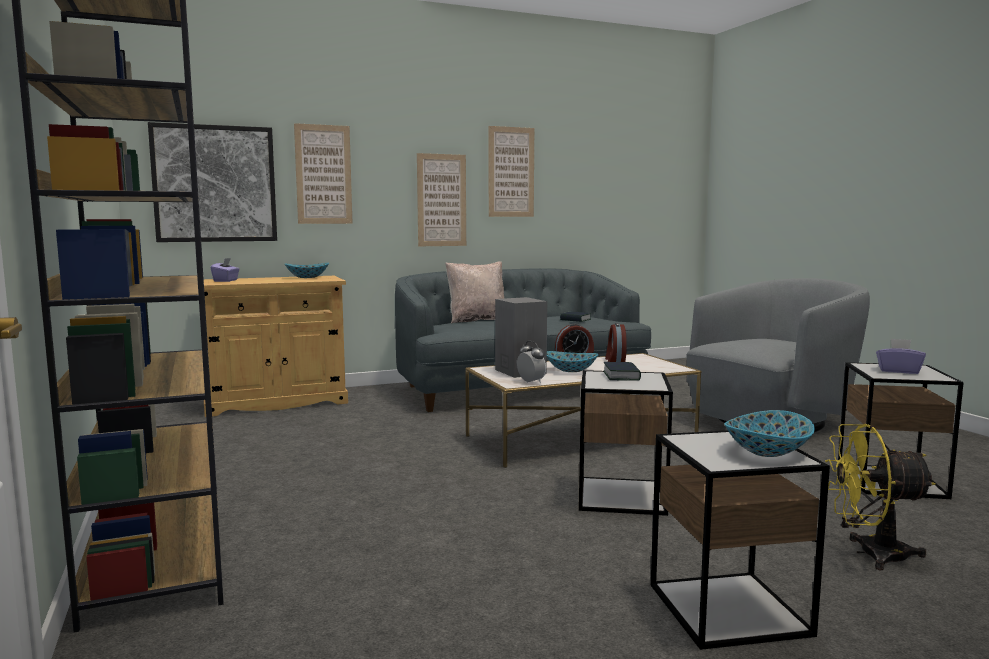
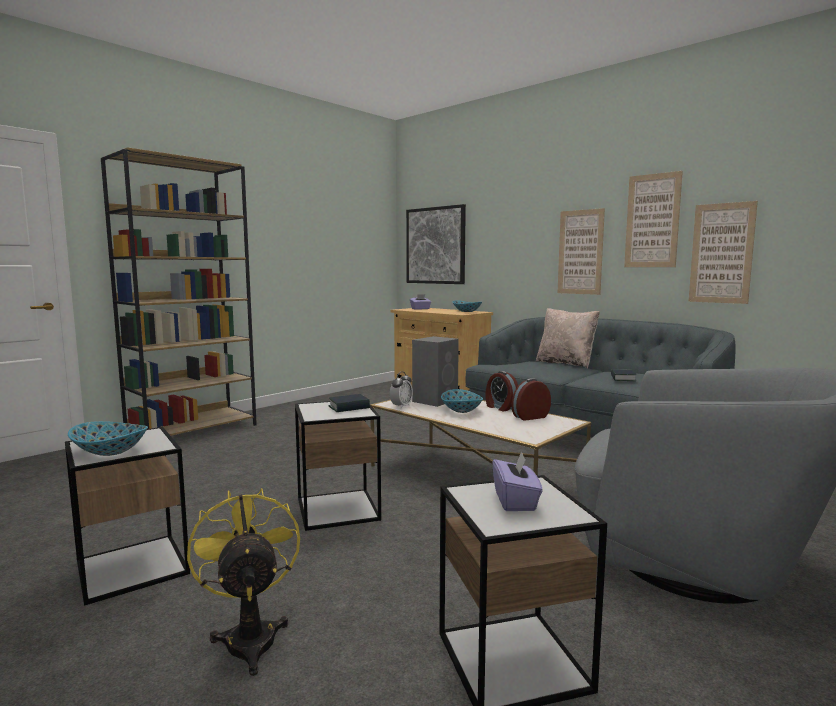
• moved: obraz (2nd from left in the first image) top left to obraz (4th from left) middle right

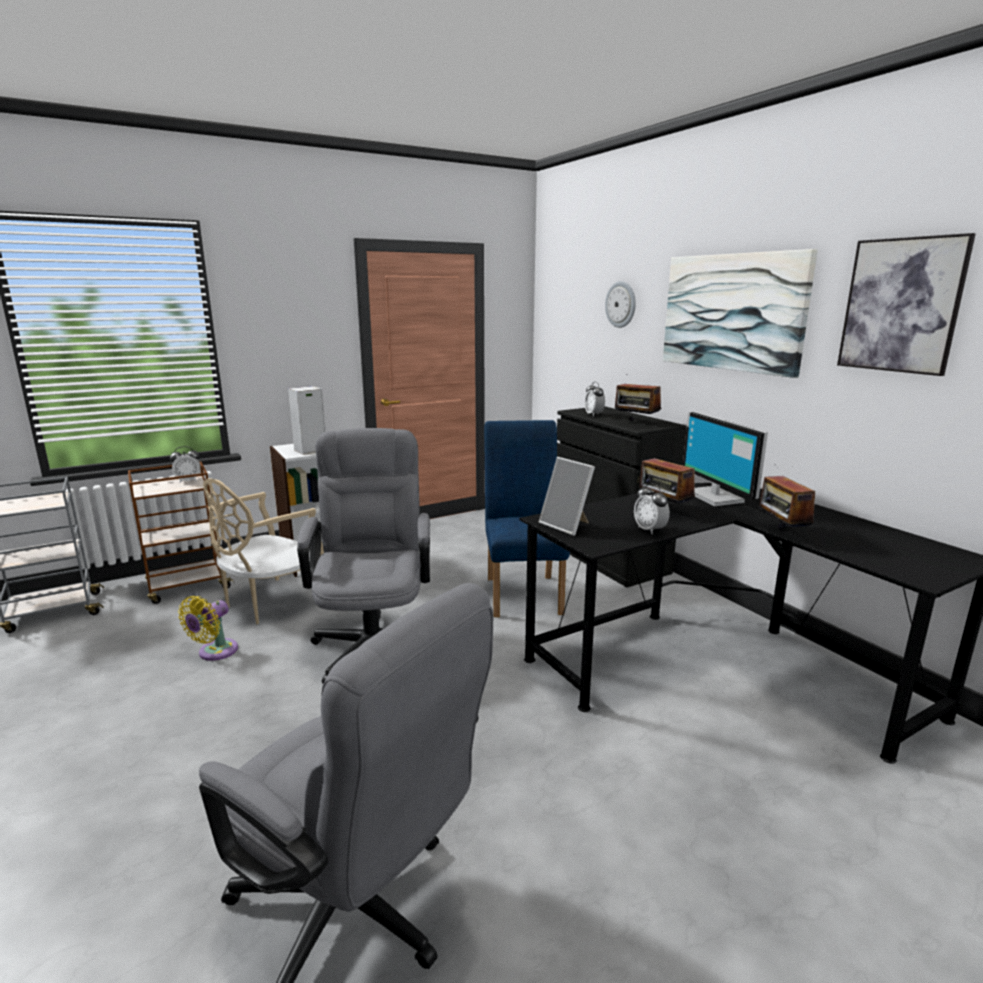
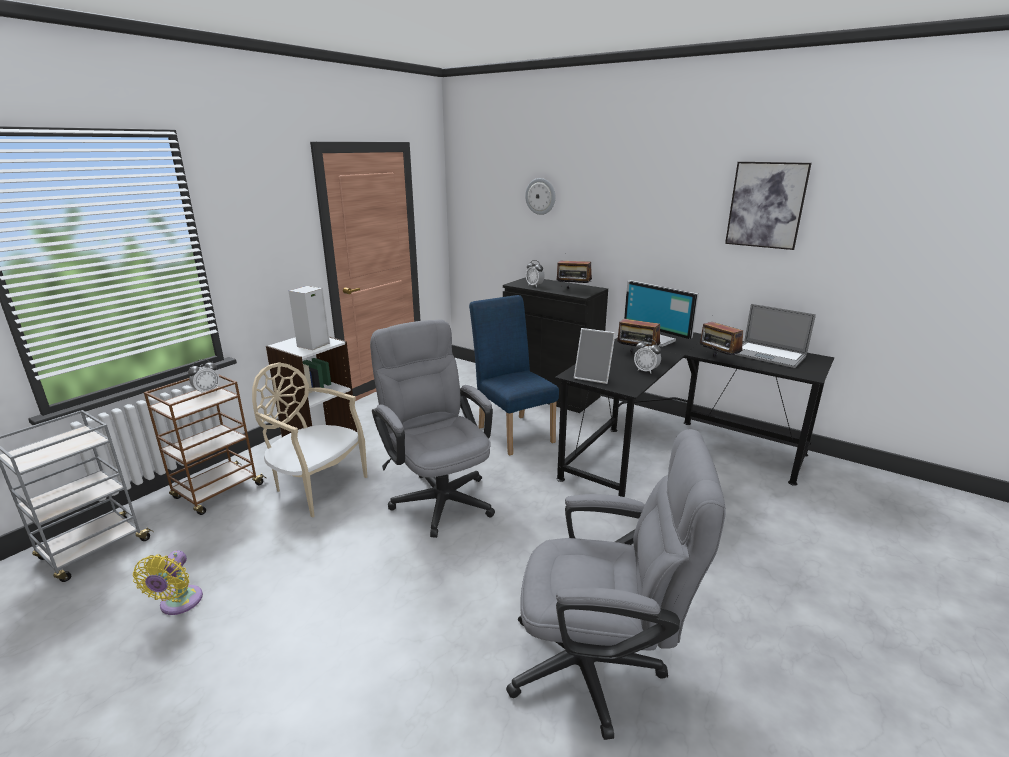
• removed: obraz (1st from left) top right
• turned: krzesło (beżowy) middle left = middle left 105 degrees clockwise
• moved: wentylator (żółty) middle left to bottom left
• added: laptop middle right

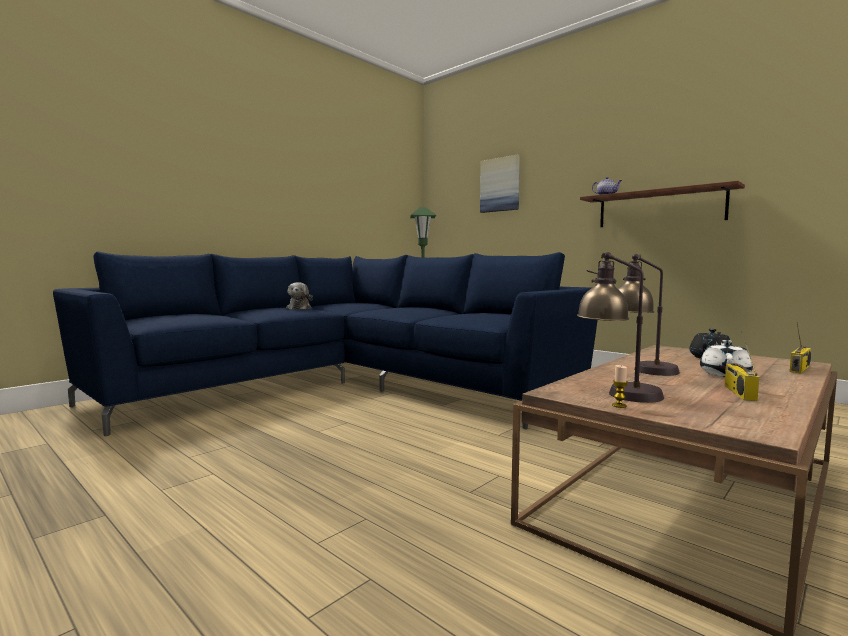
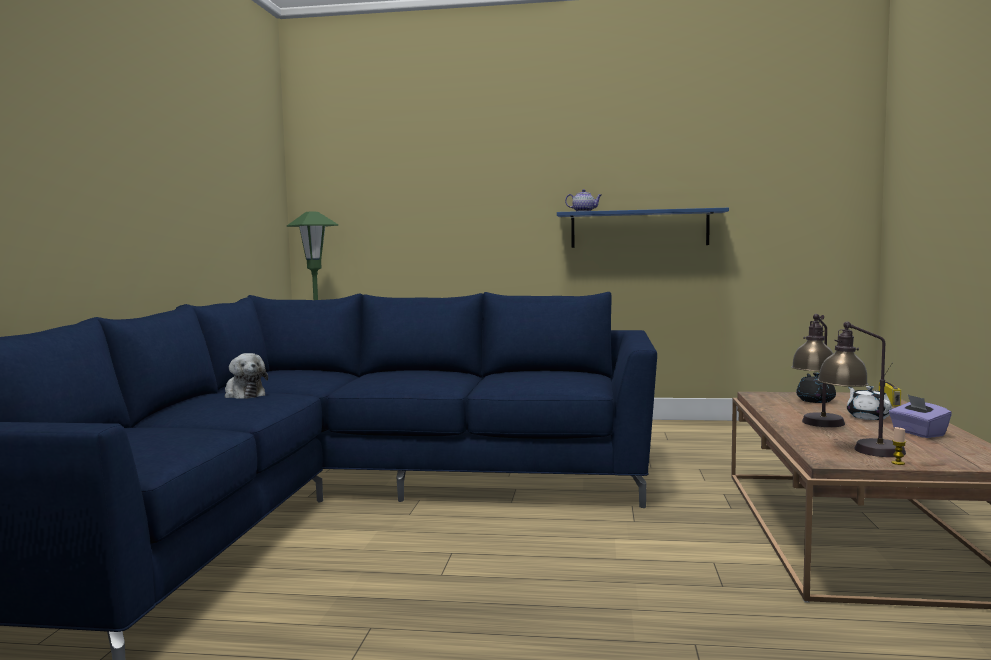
• removed: obraz top centre
• recoloured: półka (brązowy) top right to półka (niebieski) centre
• replaced: radio (1st from left) middle right to pudełko chusteczek (fioletowy) middle right

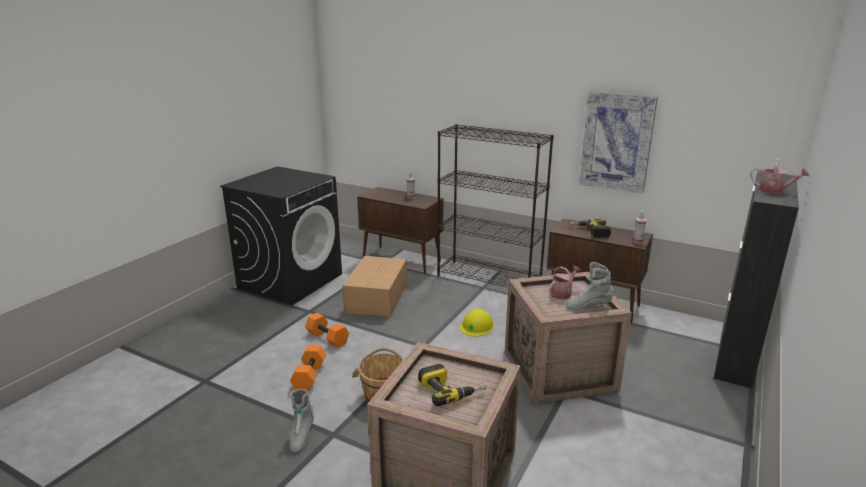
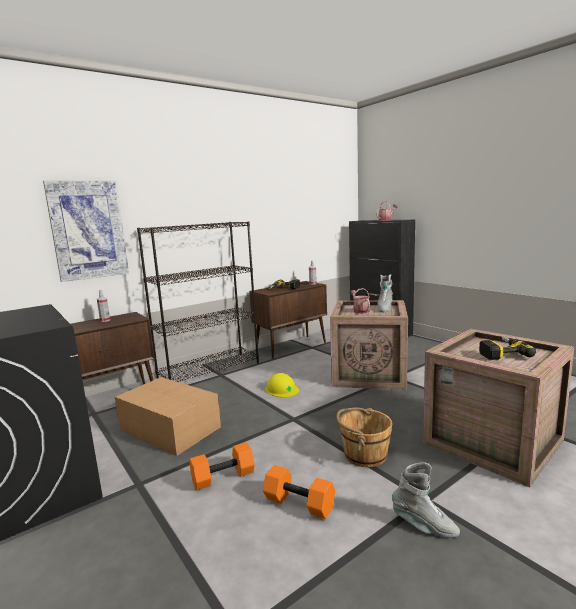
• moved: obraz top right to middle left

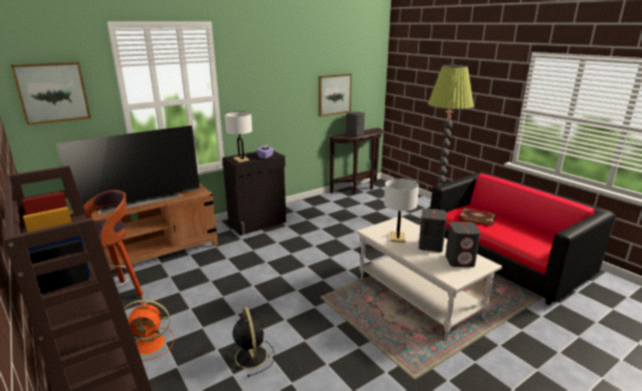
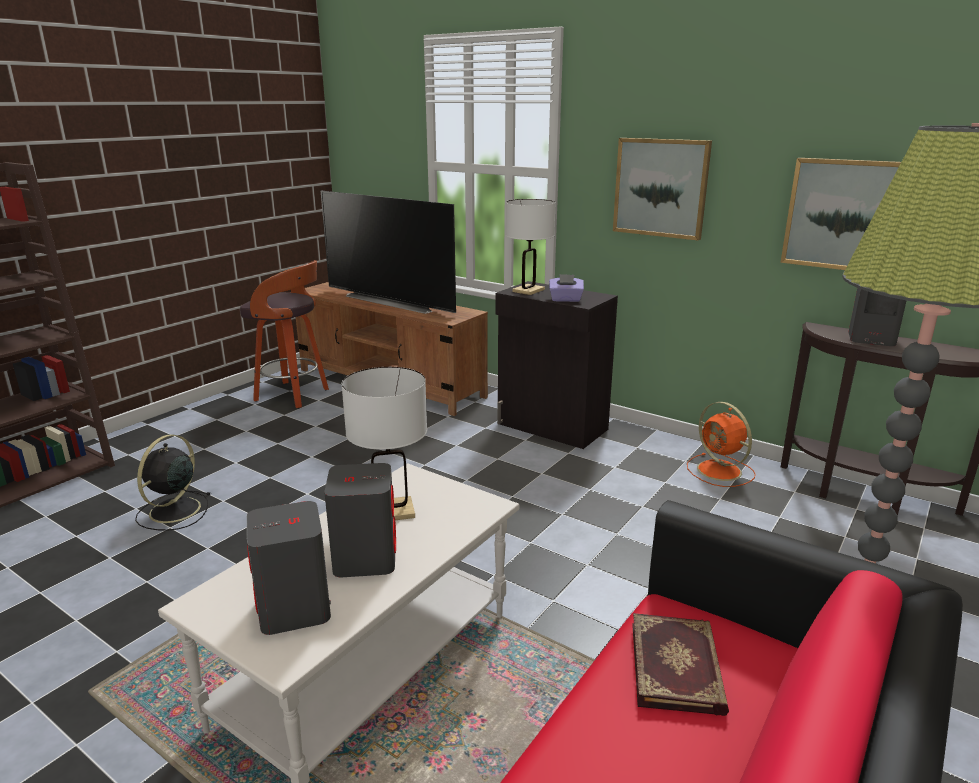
• moved: obraz (1st from left) top left to top right
• moved: wentylator (pomarańczowy) bottom left to middle right
• turned: wentylator (czarny) bottom centre = middle left 150 degrees clockwise

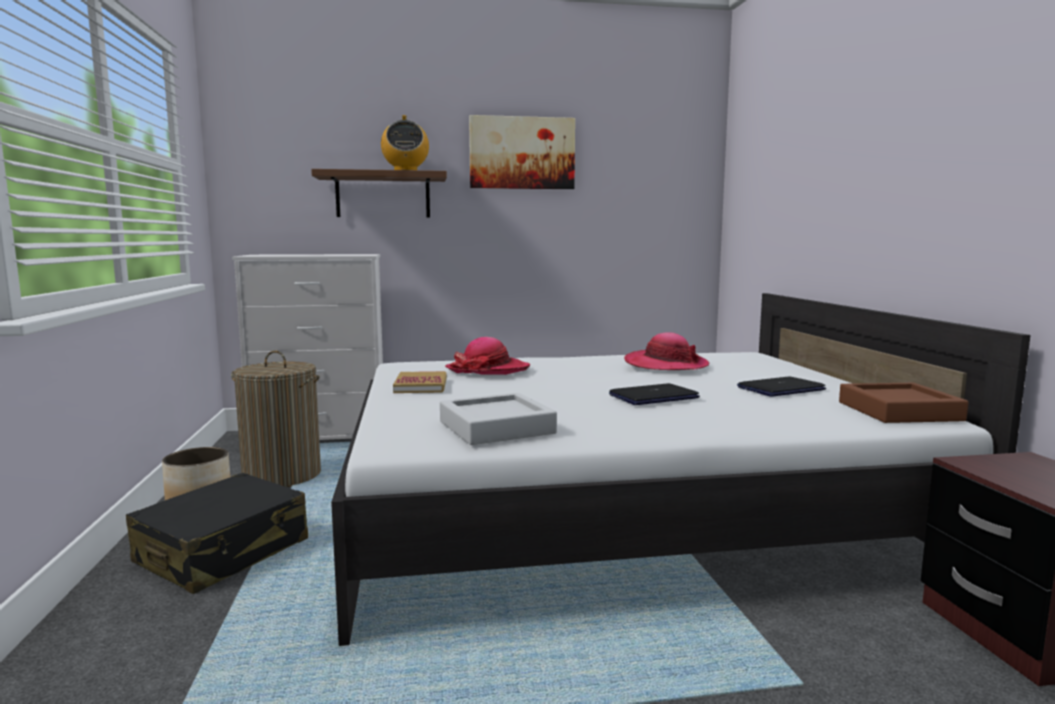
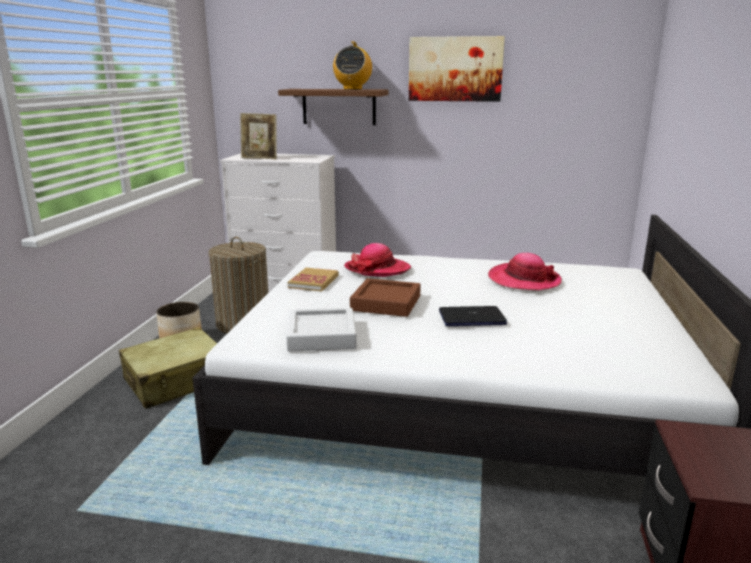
• removed: laptop (2nd from left) middle right
• moved: taca (brązowy) middle right to centre
• recoloured: walizka (czarny) bottom left to walizka (beżowy) middle left
• added: ramka na zdjęcie top centre

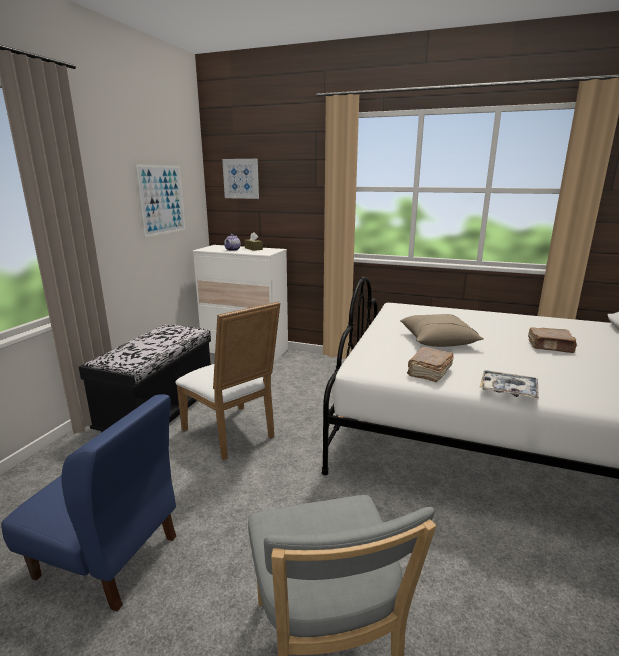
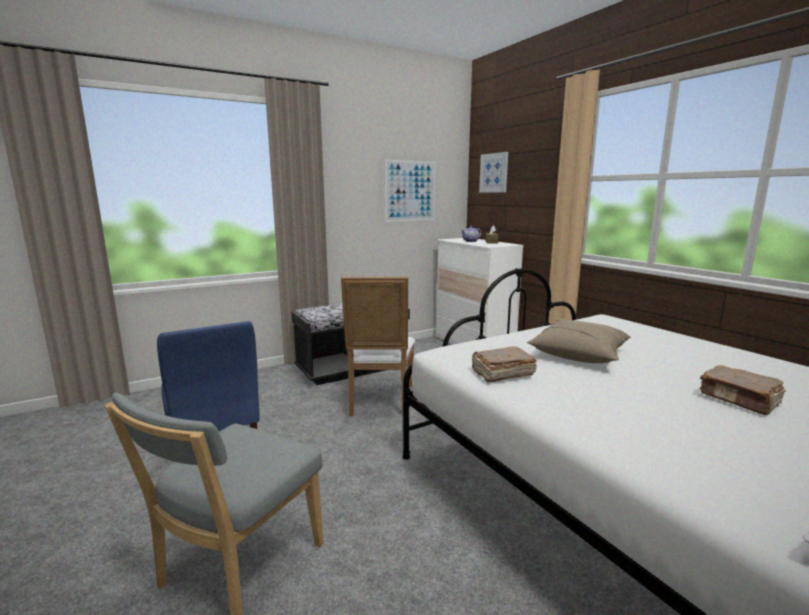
• removed: taca middle right

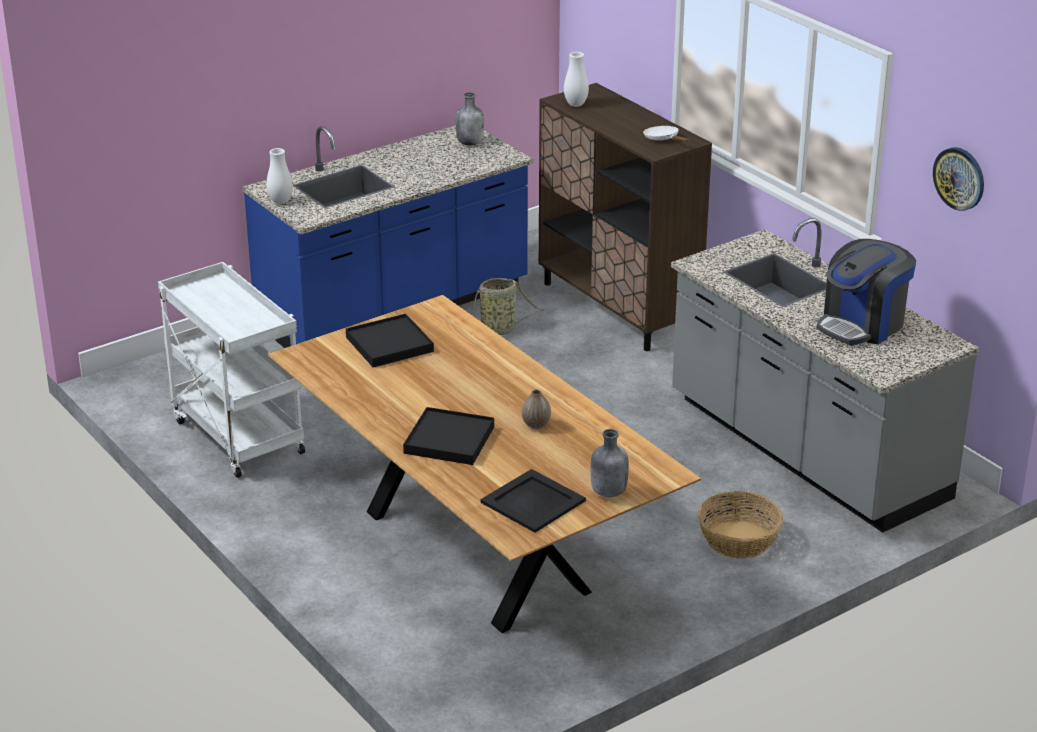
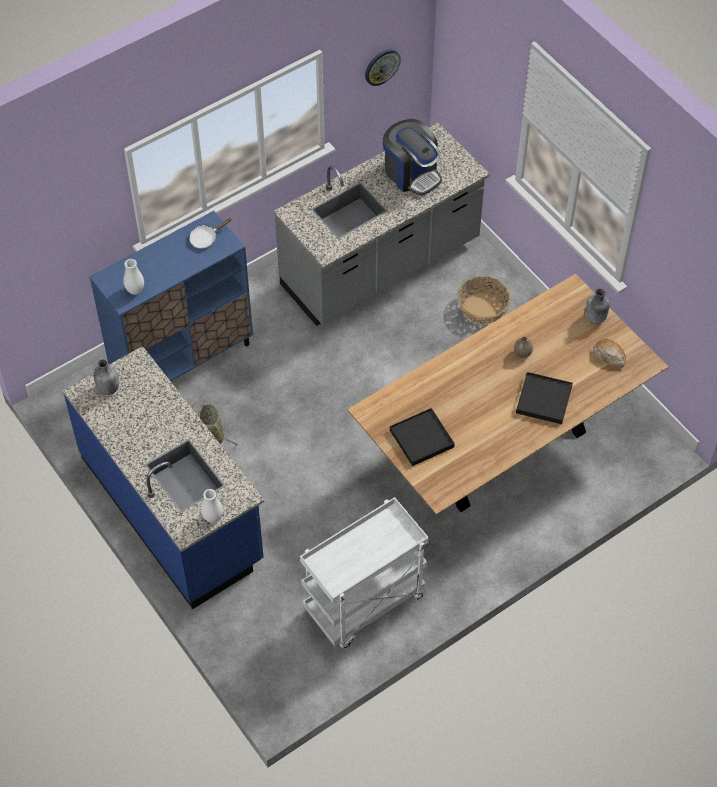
• recoloured: szafka (brązowy) top centre to szafka (niebieski) middle left
• replaced: taca (czarny) (3rd from left) bottom centre to chleb middle right

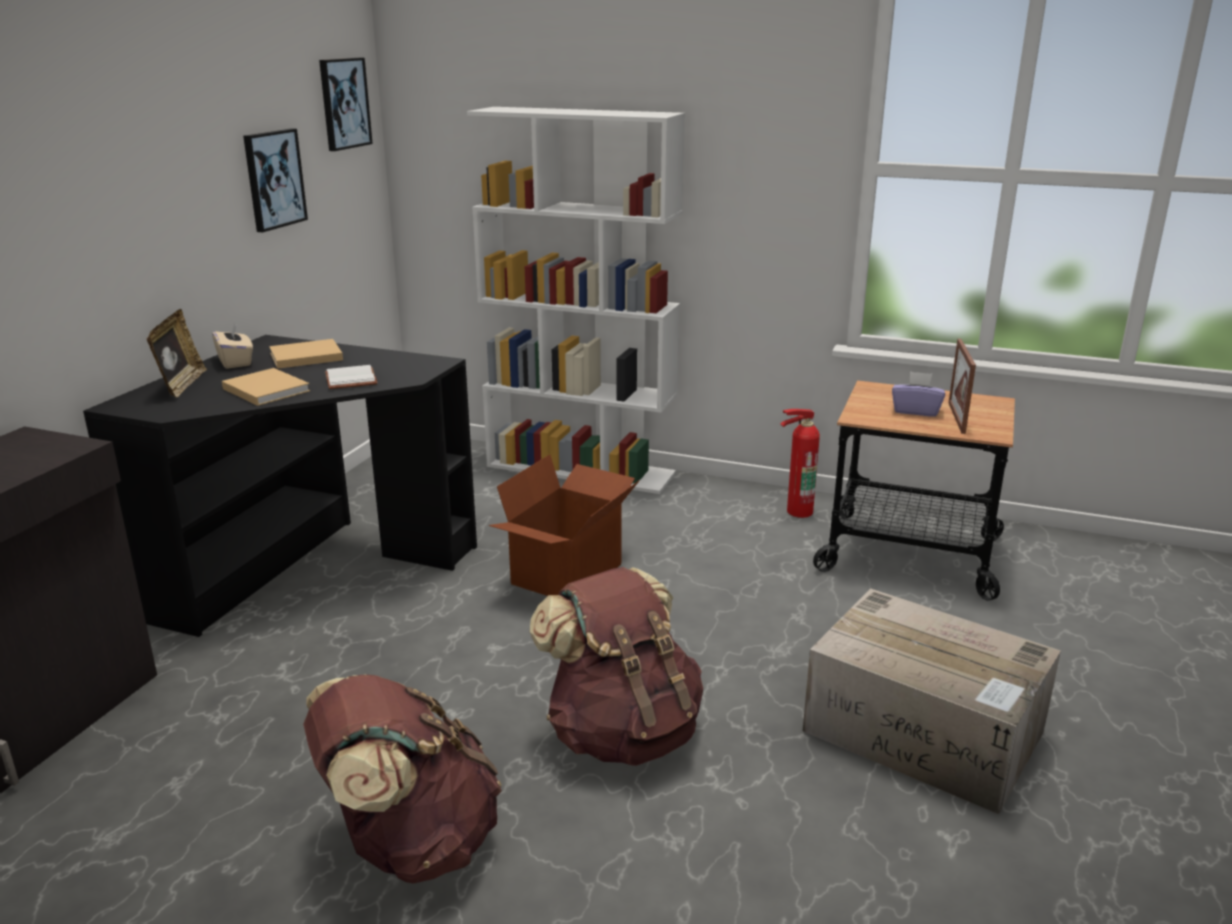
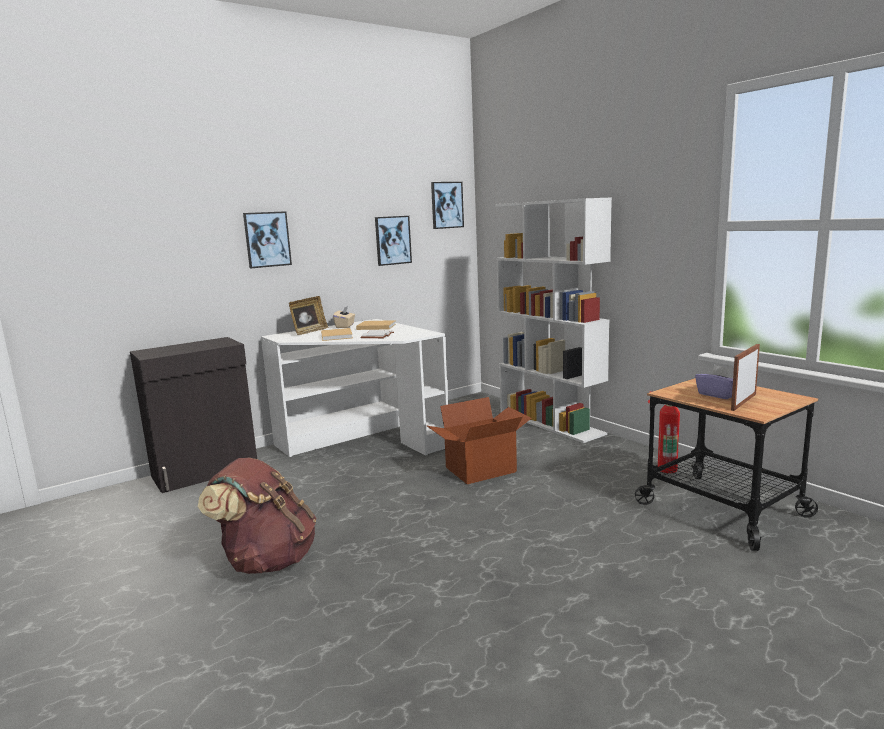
• recoloured: biurko (czarny) middle left to biurko (biały) centre
• removed: plecak (brązowy) (2nd from left) bottom centre
• removed: karton (2nd from left) bottom right
• added: obraz (1st from left) top left

